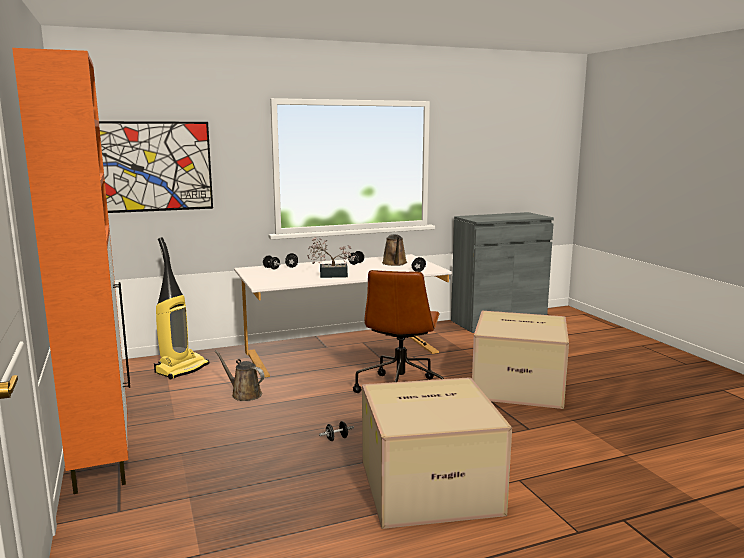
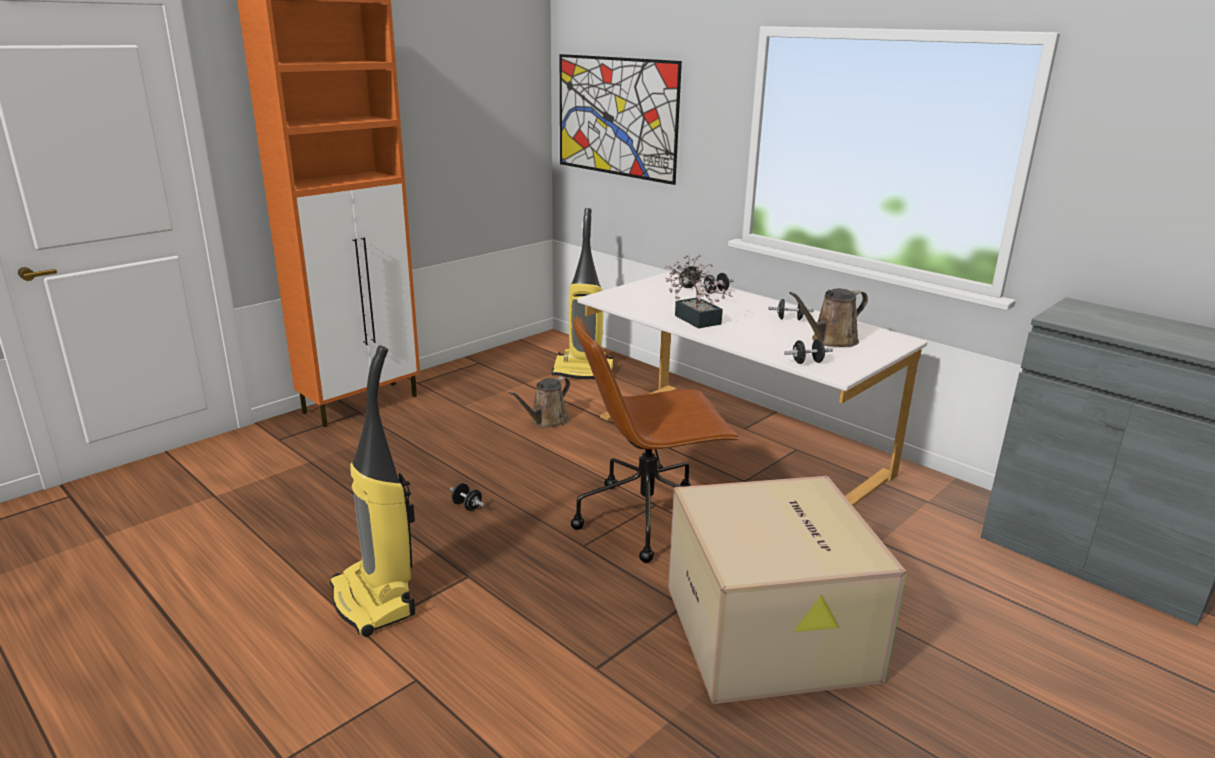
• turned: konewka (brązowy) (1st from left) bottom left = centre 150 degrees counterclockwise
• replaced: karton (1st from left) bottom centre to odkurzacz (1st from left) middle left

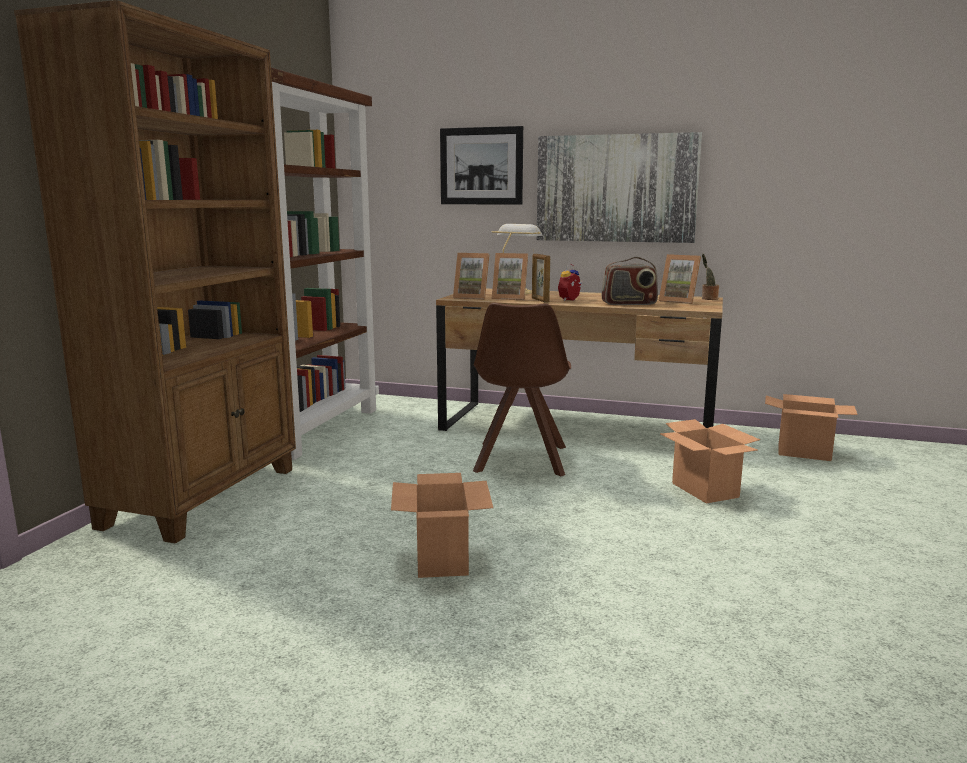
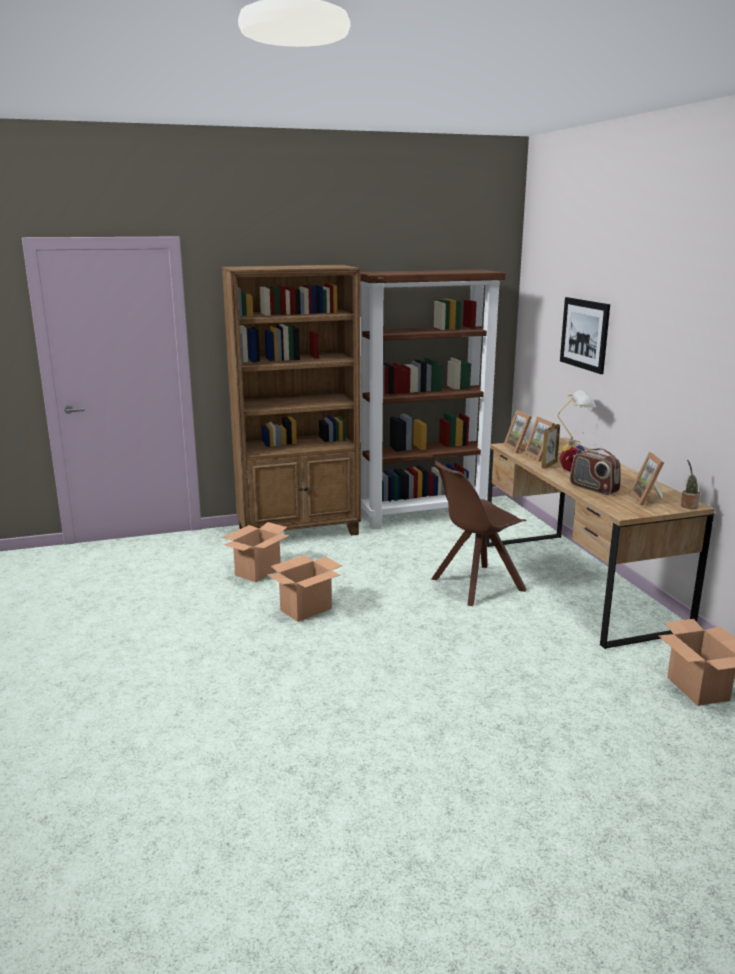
• removed: obraz (2nd from left) top centre
• moved: karton (2nd from left in the first image) middle right to karton (1st from left) centre

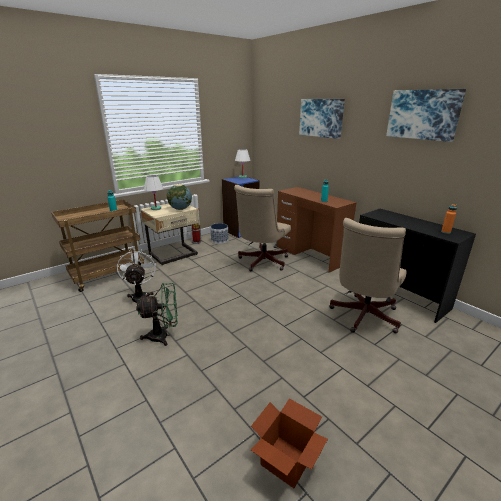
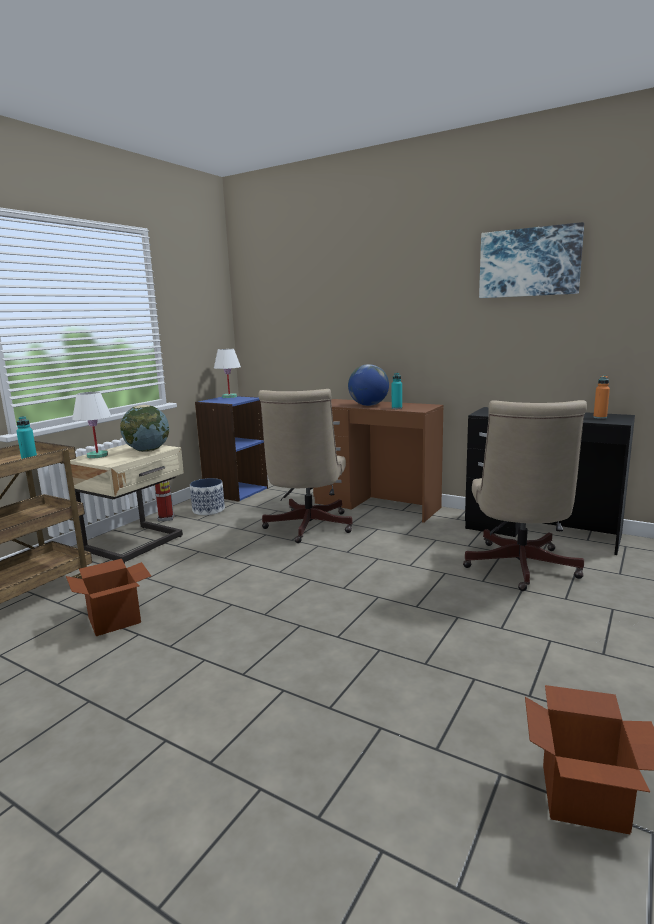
• removed: obraz (1st from left) top centre
• replaced: wentylator (biały) middle left to karton (1st from left) middle left
• removed: wentylator (zielony) middle left
• added: globus (2nd from left) centre

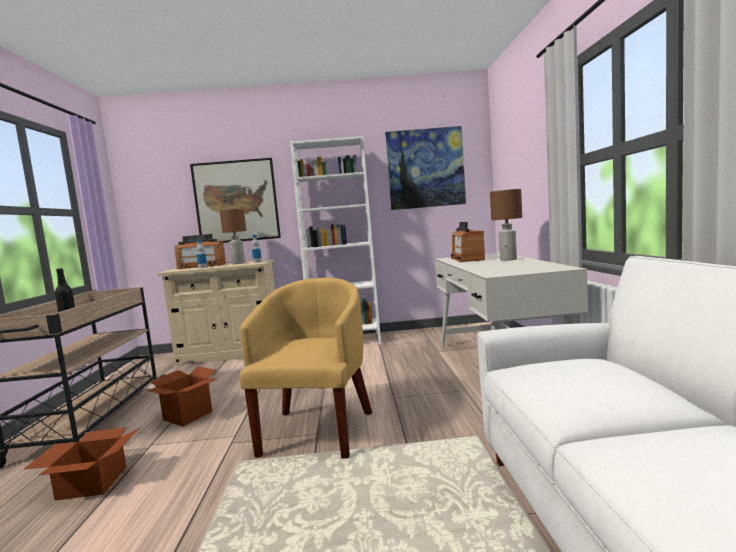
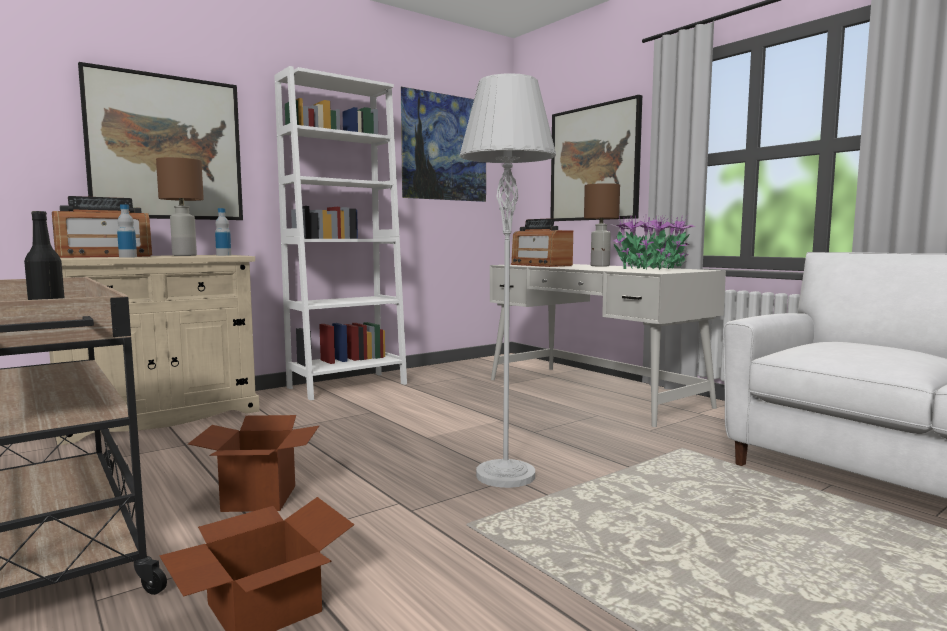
• replaced: fotel (żółty) bottom centre to lampa stojąca (szary) centre
• added: obraz (3rd from left) top centre
• added: roślina doniczkowa middle right

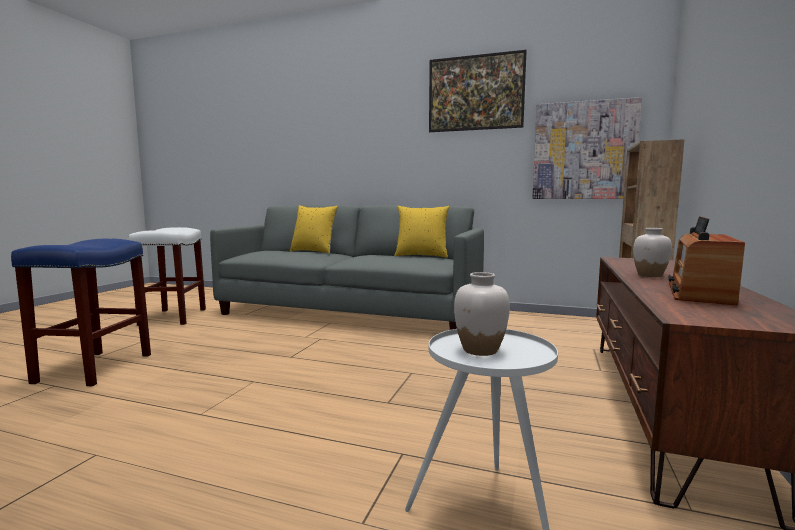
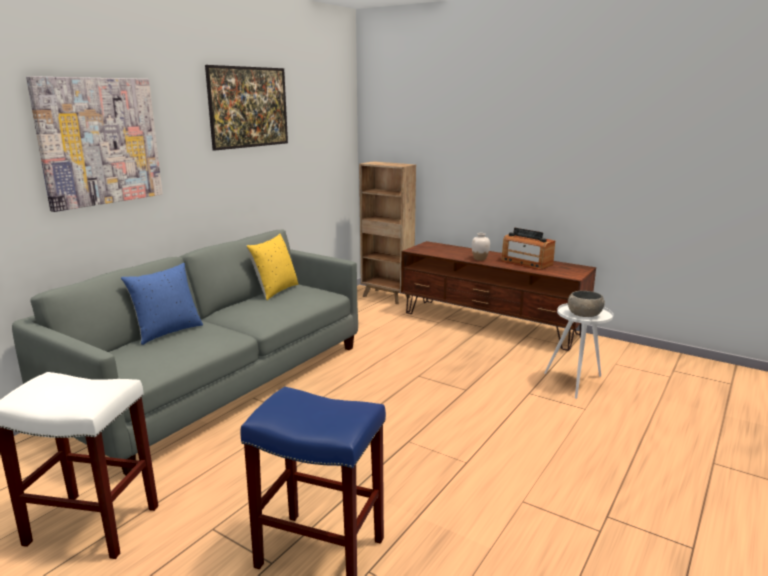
• moved: obraz (2nd from left in the first image) top right to obraz (1st from left) top left
• recoloured: poduszka (żółty) (1st from left) centre to poduszka (niebieski) middle left
• replaced: wazon (biały) (1st from left) centre to miska (szary) middle right

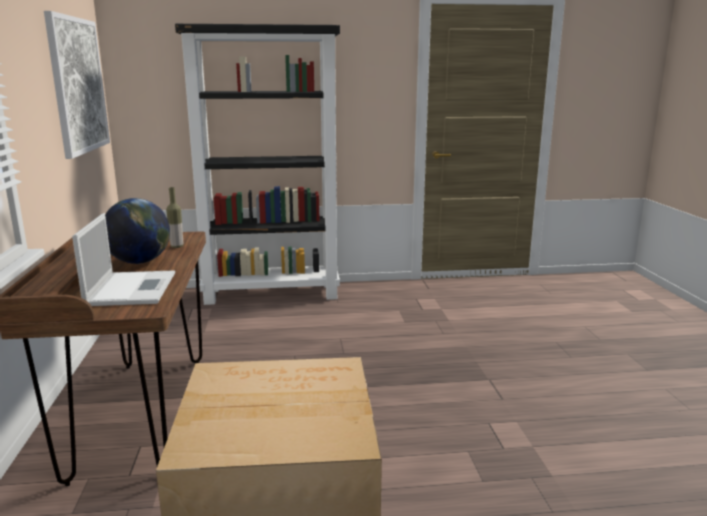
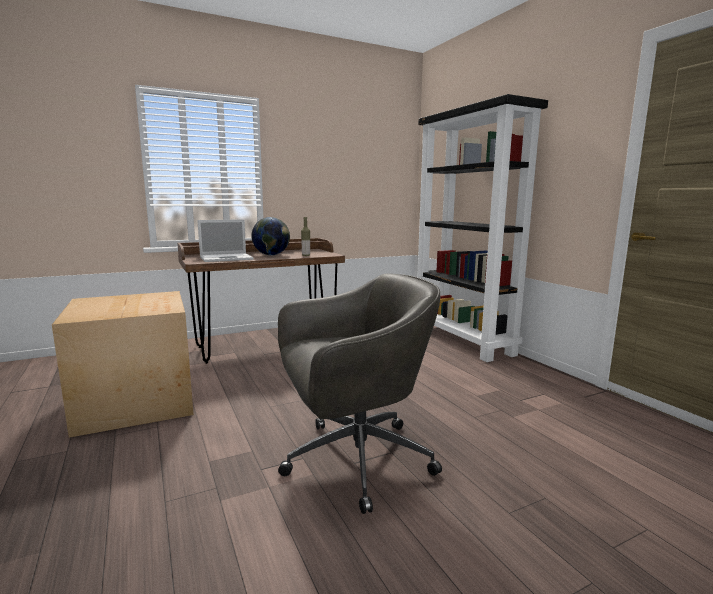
• removed: obraz top left
• added: krzesło biurowe (szary) centre

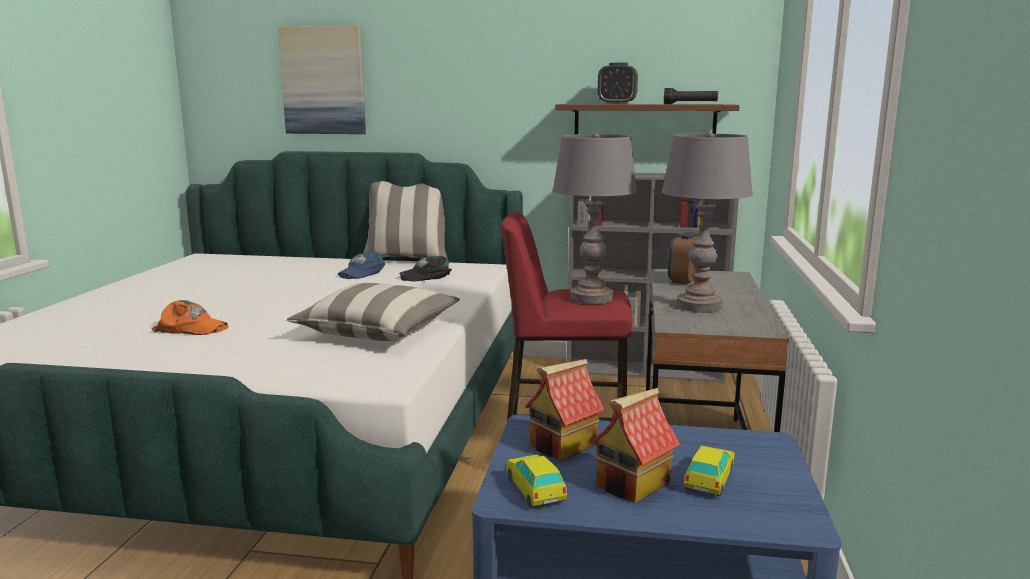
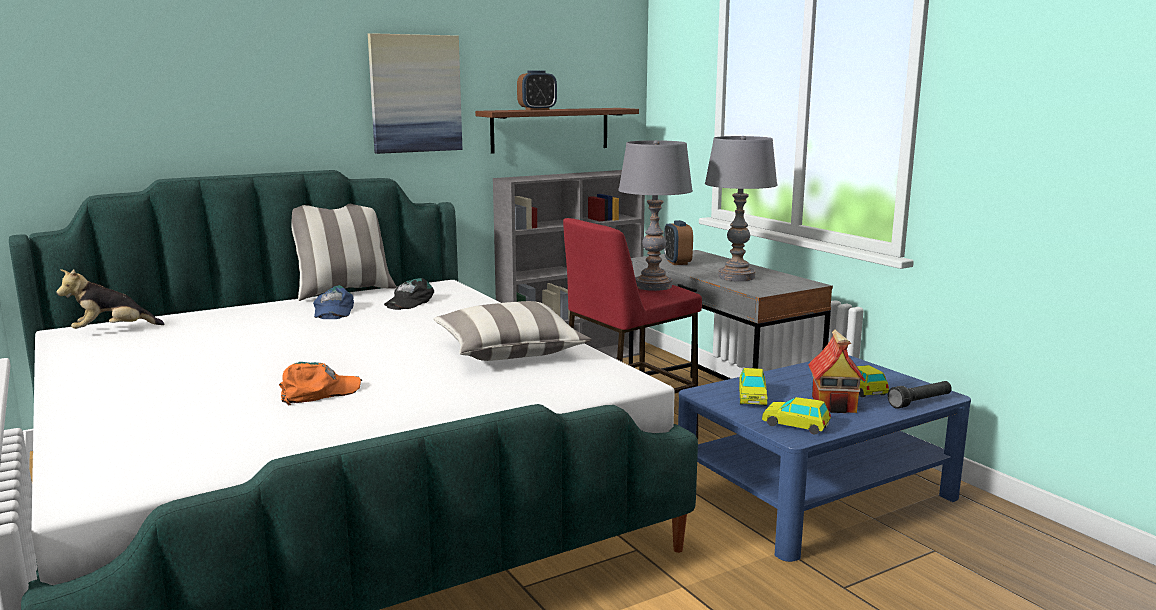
• moved: obraz top left to top centre
• moved: latarka (czarny) top right to middle right
• replaced: domek (1st from left) bottom centre to samochodzik (1st from left) centre
• added: pluszak middle left

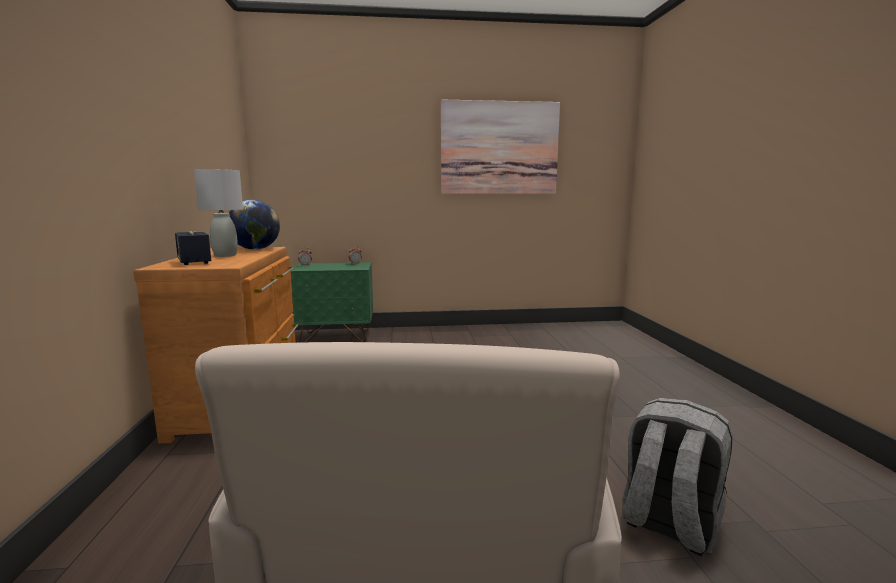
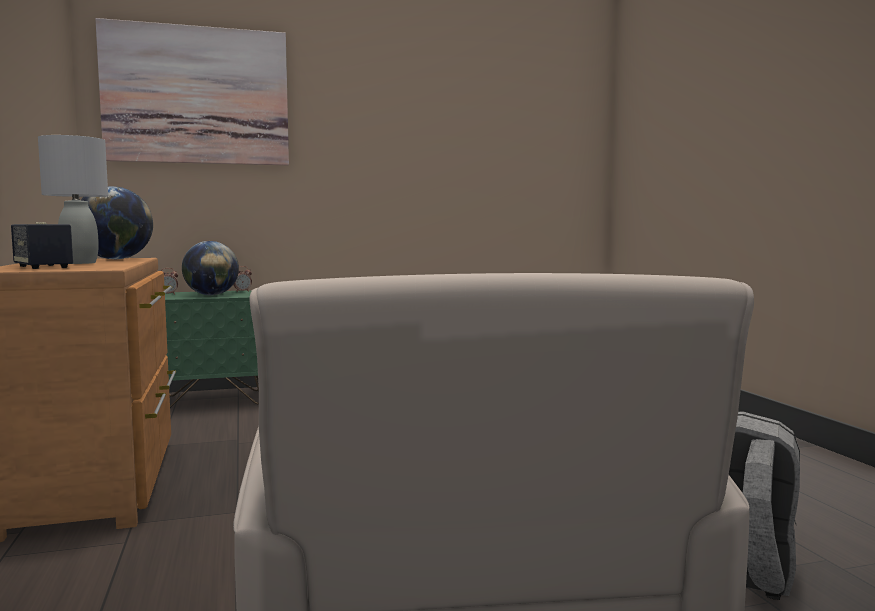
• moved: obraz top centre to top left
• added: globus (2nd from left) middle left

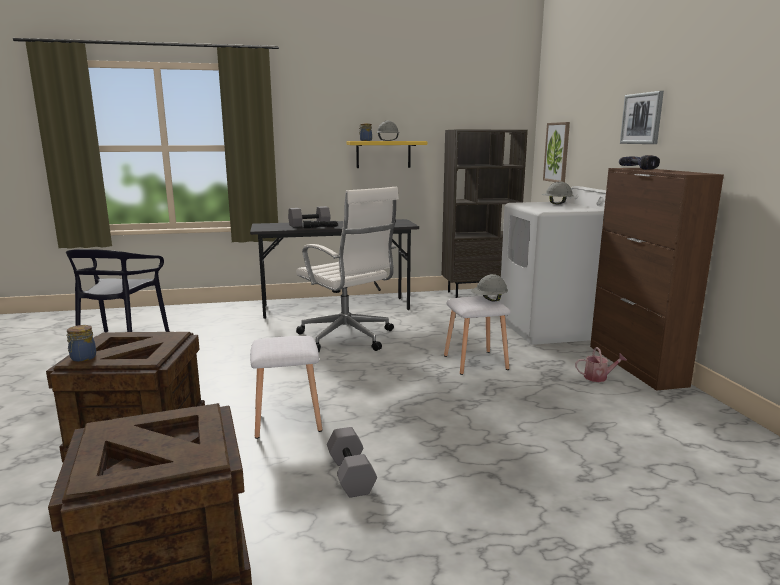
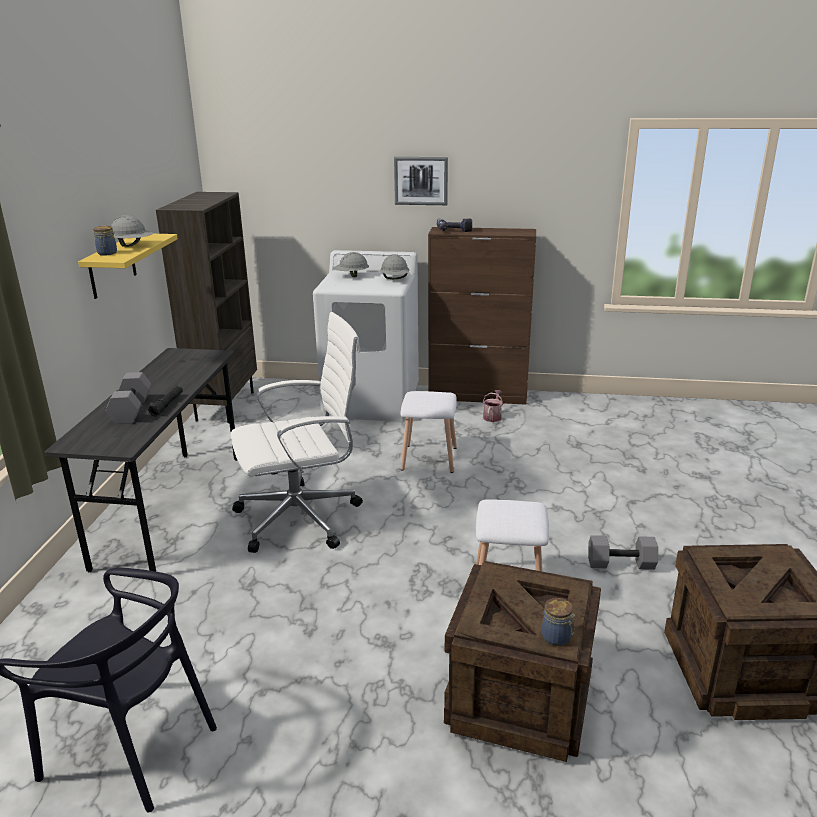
• removed: obraz (1st from left) top right
• moved: kask (szary) (2nd from left in the first image) centre to kask (szary) (3rd from left) top centre

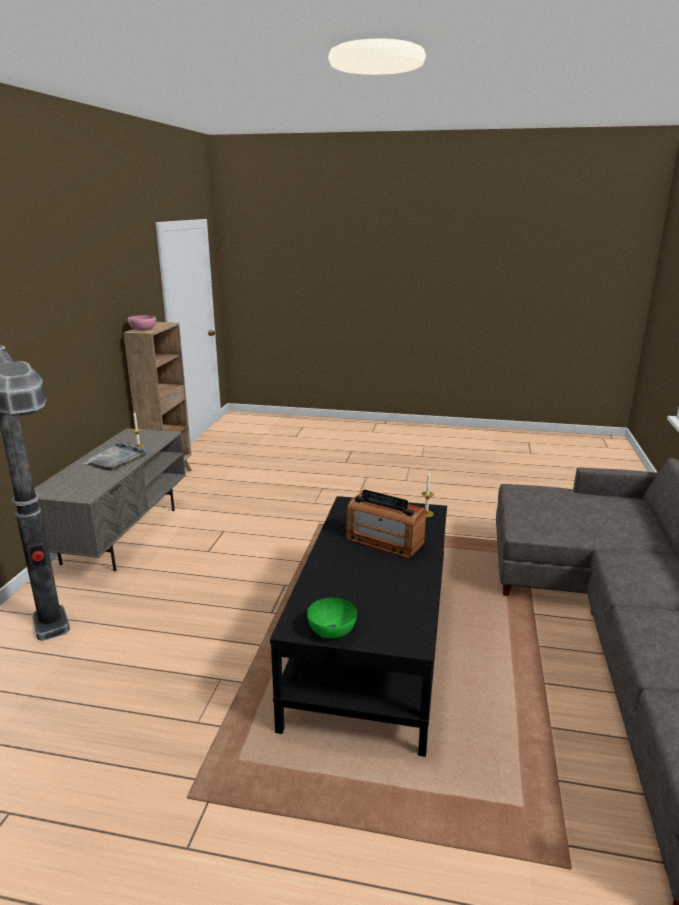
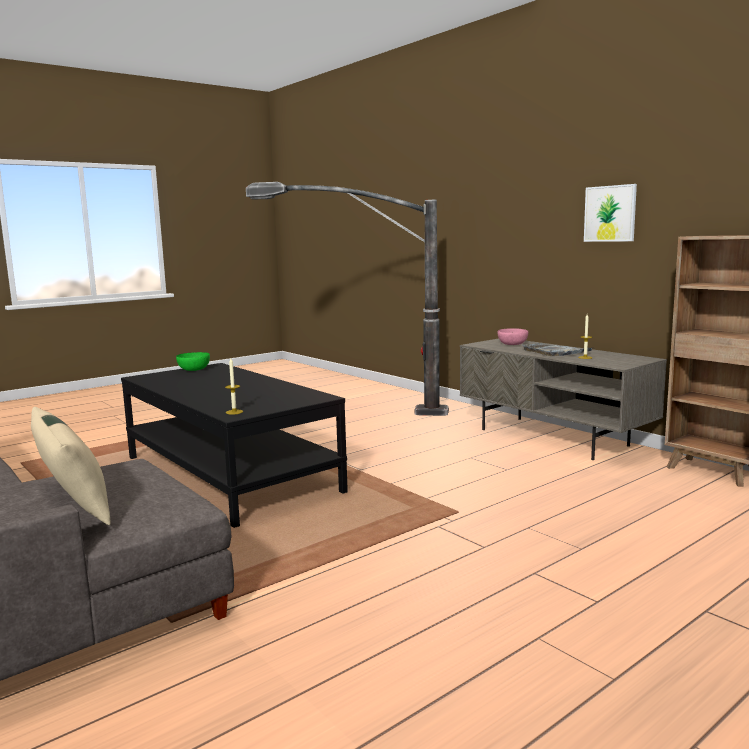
• moved: miska (różowy) middle left to middle right
• removed: radio centre
• added: obraz top right
• added: poduszka (beżowy) middle left

